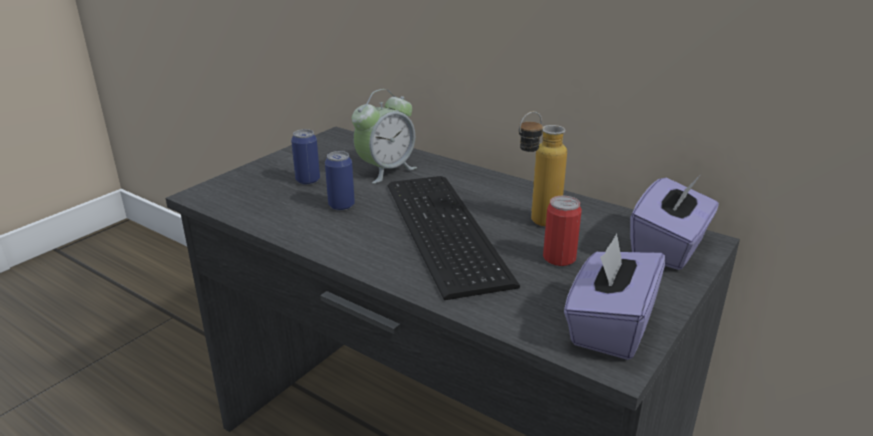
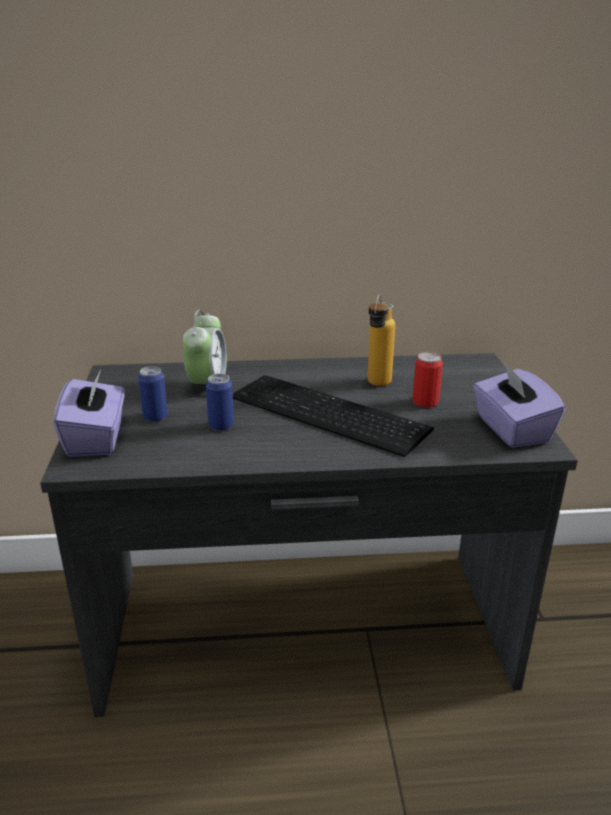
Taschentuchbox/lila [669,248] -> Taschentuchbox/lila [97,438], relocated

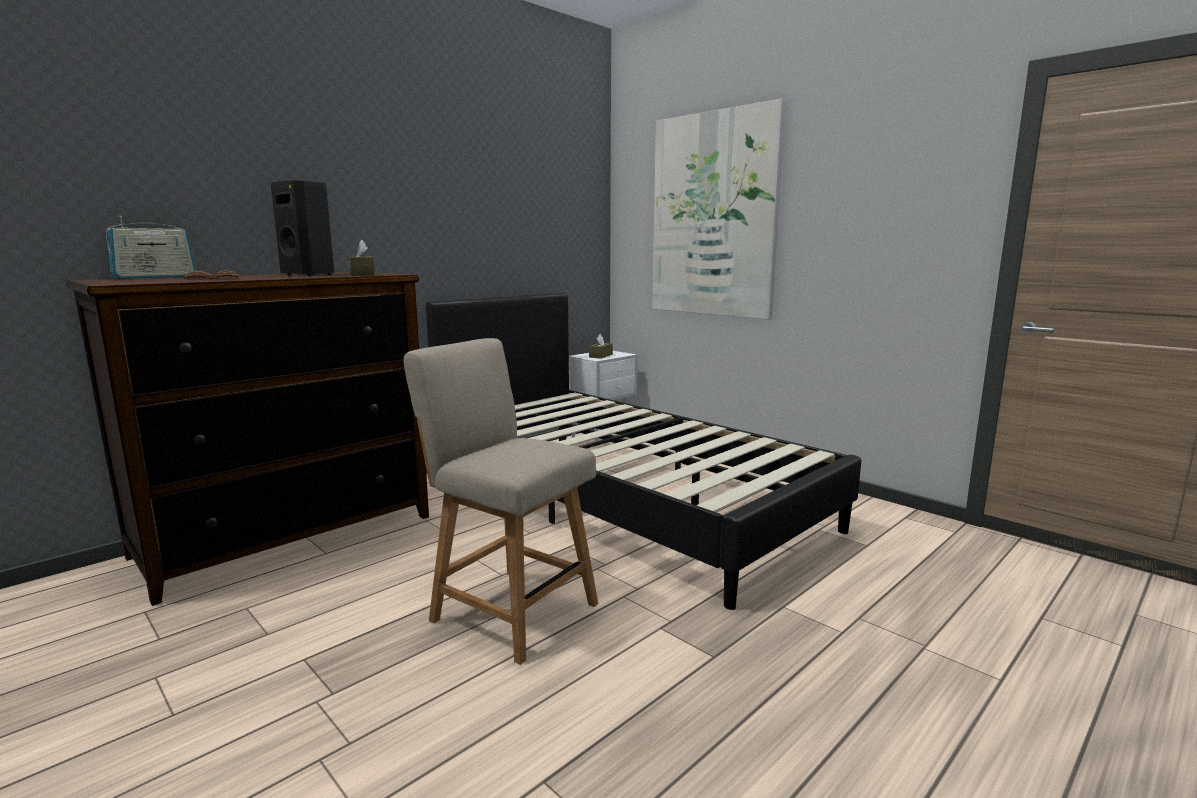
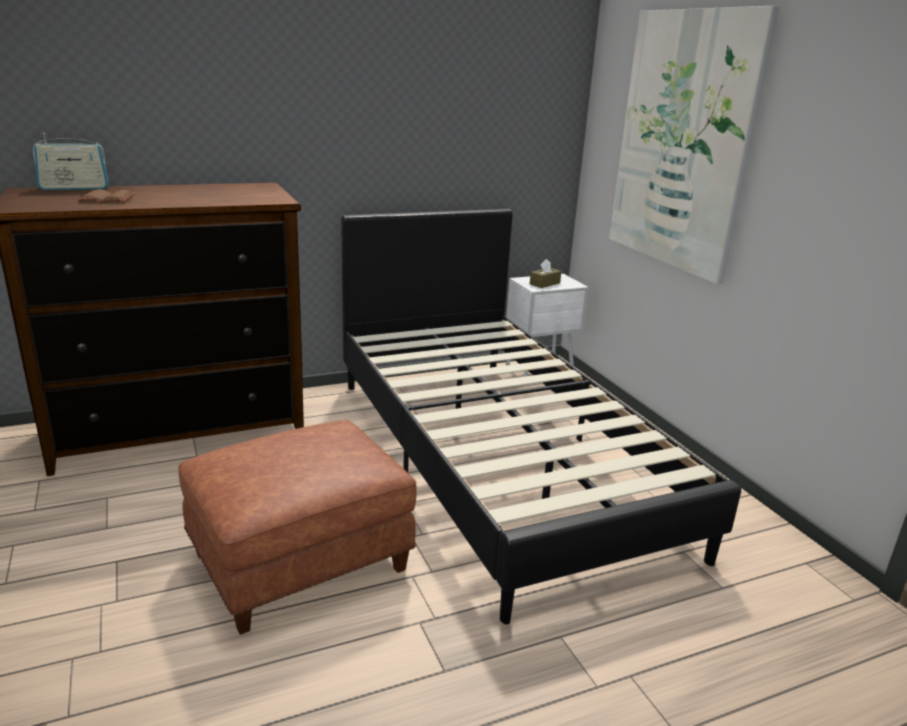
Lautsprecher/schwarz [310,275] -> none
Taschentuchbox/braun [362,274] -> none
Stuhl/beige [509,609] -> Polsterhocker/braun [301,560]

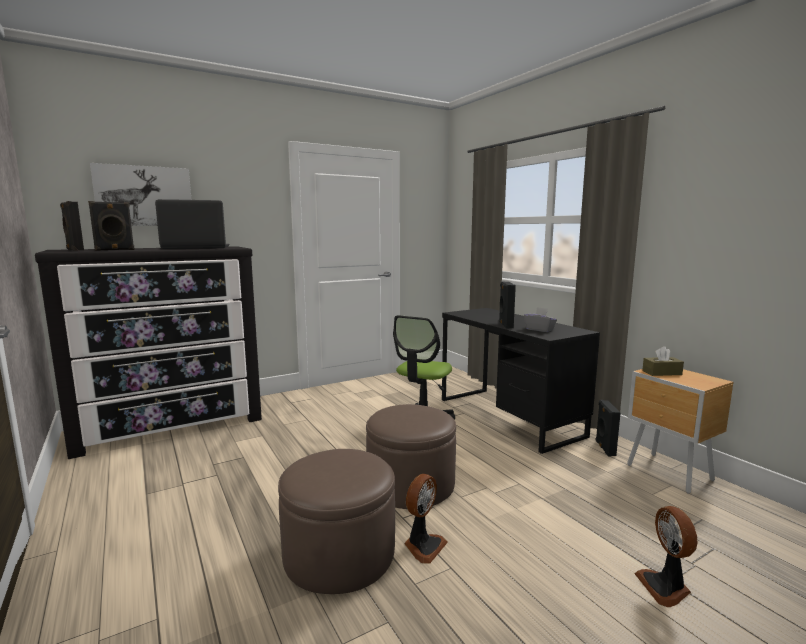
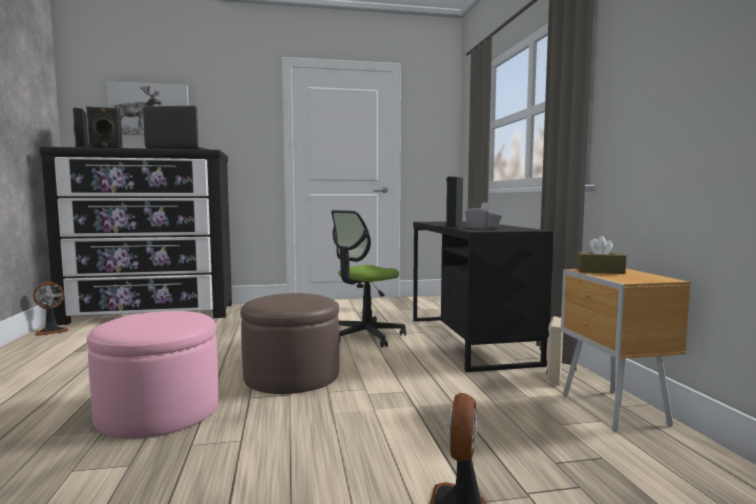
Lautsprecher/schwarz [604,448] -> Lautsprecher/beige [553,377]
Polsterhocker/braun [339,553] -> Polsterhocker/rosa [159,411]
Ventilator [423,546] -> Ventilator [51,331], relocated

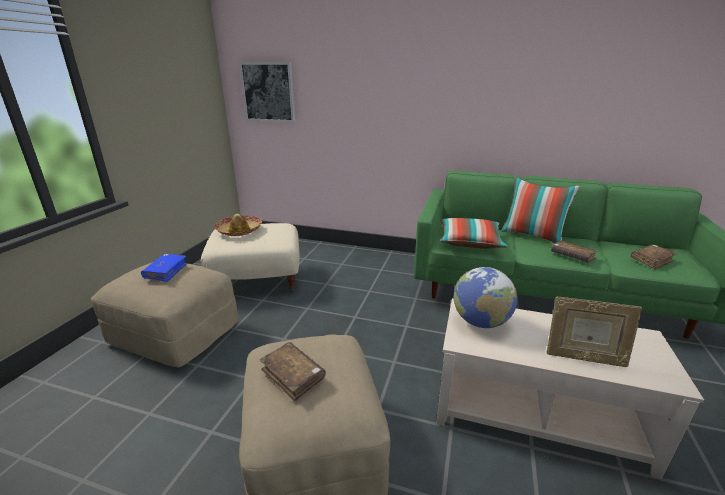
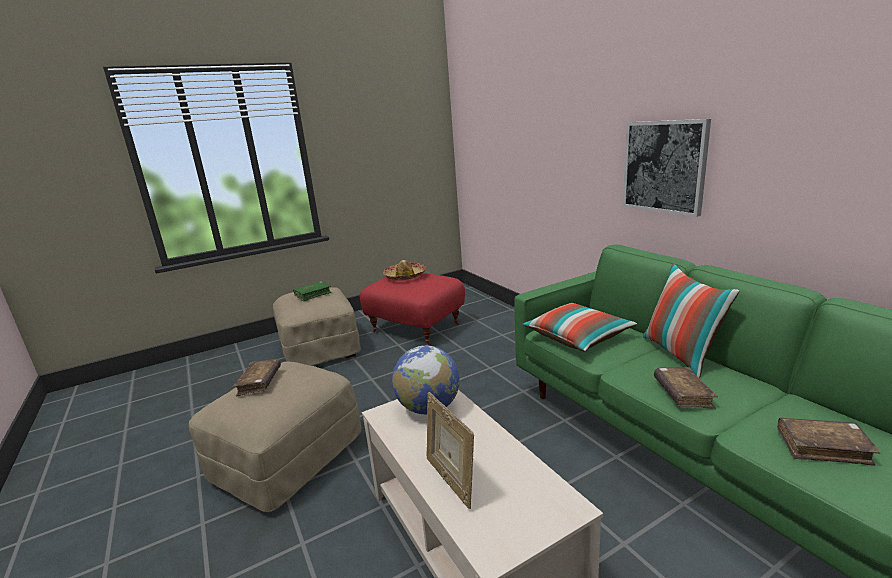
Bild [268,92] -> Bild [664,166], relocated
Polsterhocker/beige [258,280] -> Polsterhocker/rot [417,327]
Buch/blau [166,272] -> Buch/grün [313,295]

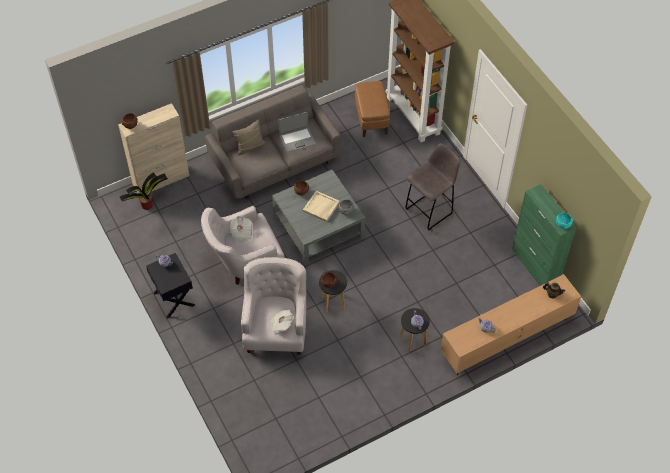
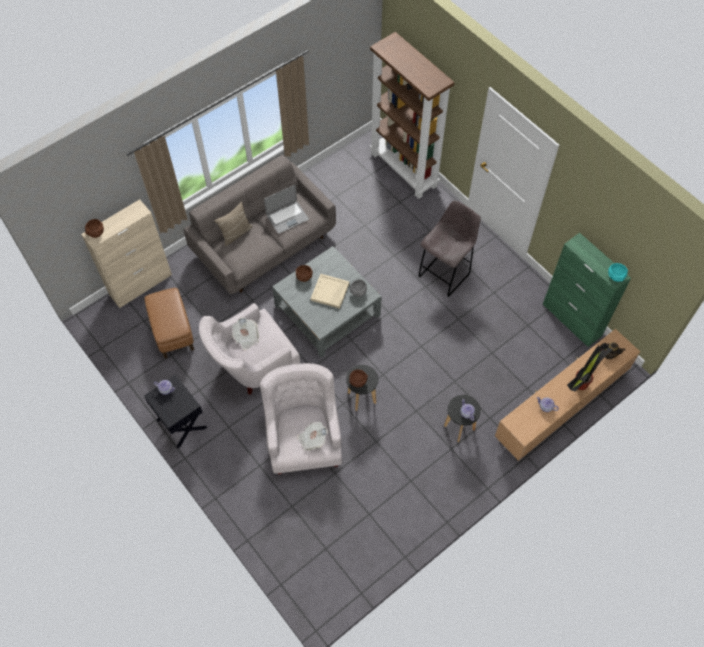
Polsterhocker/braun [371,119] -> Polsterhocker/braun [173,333], relocated
Topfpflanze [147,205] -> Topfpflanze [581,383], relocated

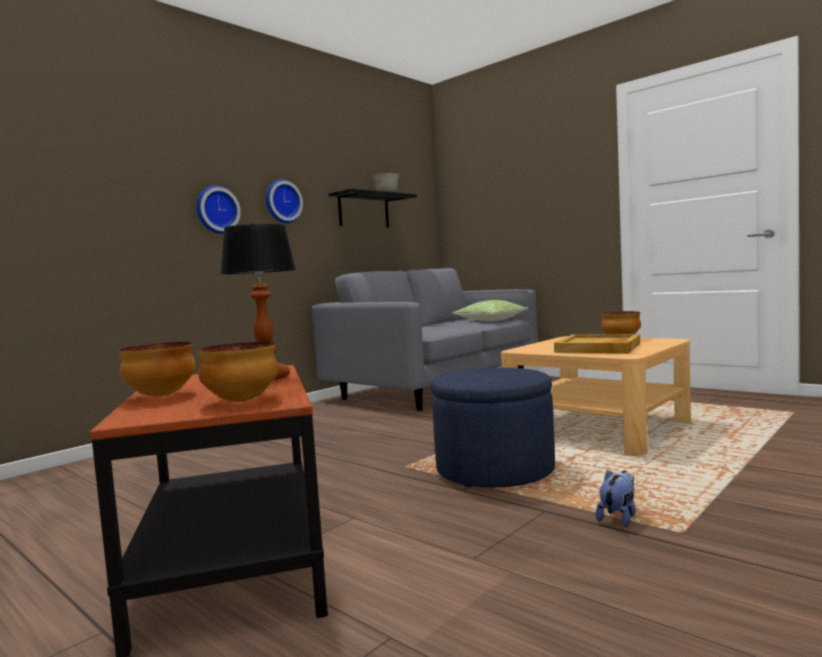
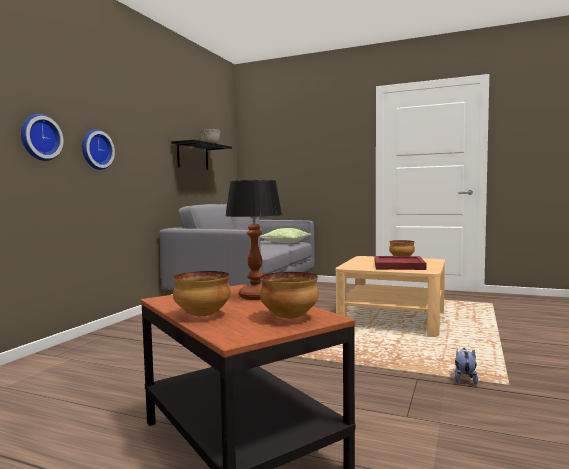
Wanduhr [282,201] -> Wanduhr [39,137], relocated
Tablett/beige [598,348] -> Tablett/rot [399,265]
Polsterhocker/blau [495,470] -> none

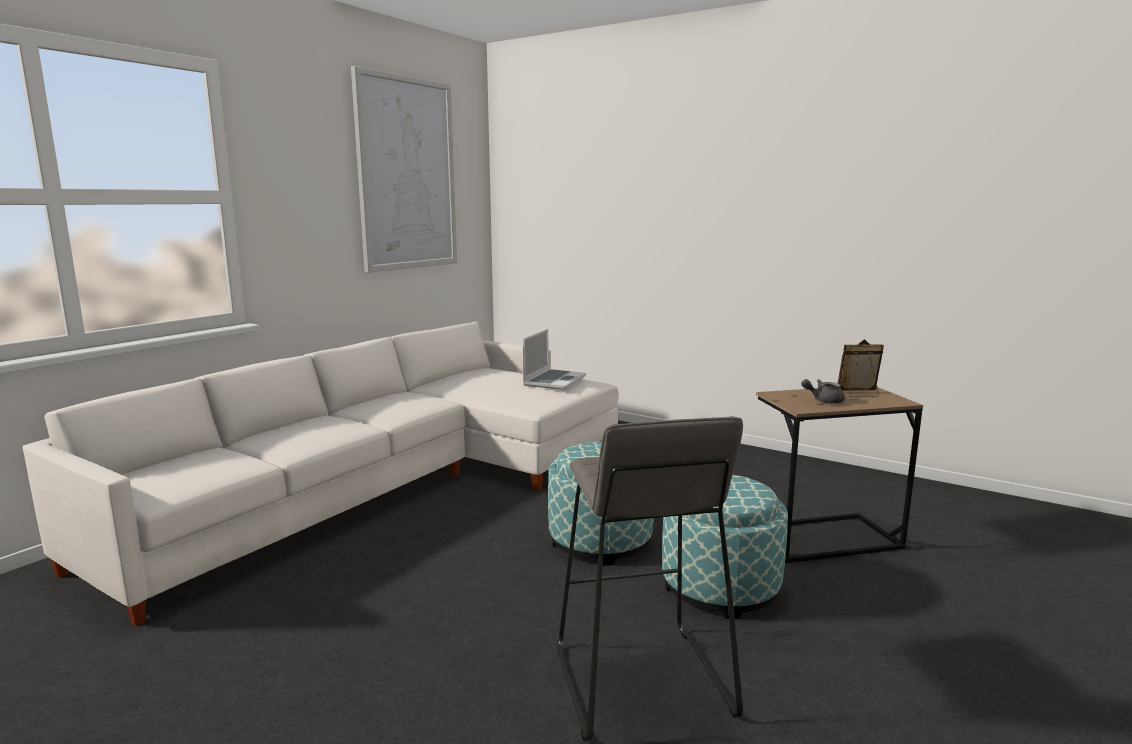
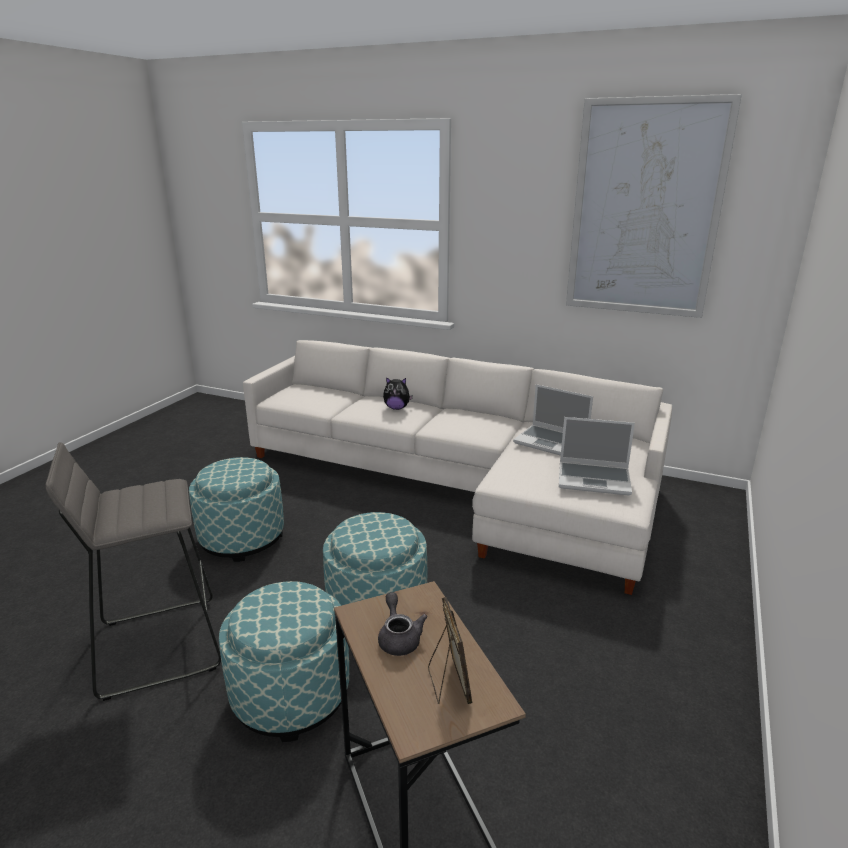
none -> Plüschtier [397,408]
none -> Laptop [552,442]
none -> Polsterhocker [242,538]

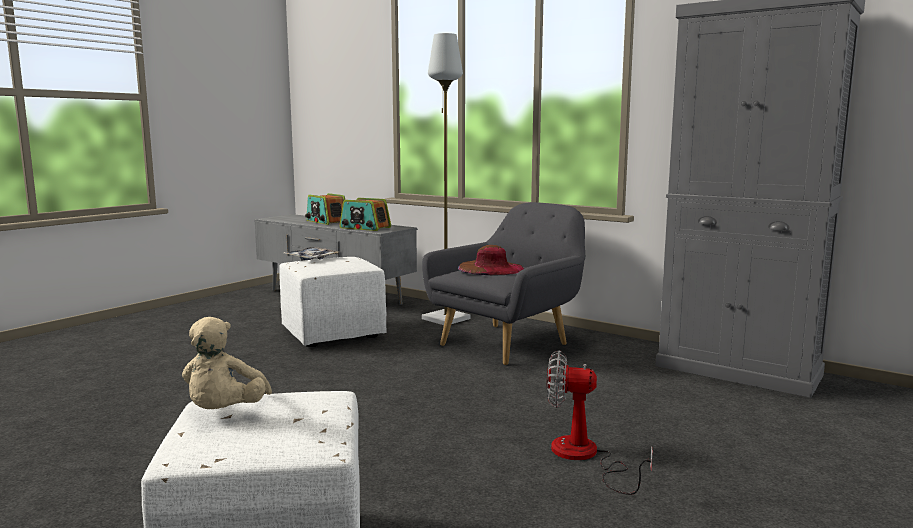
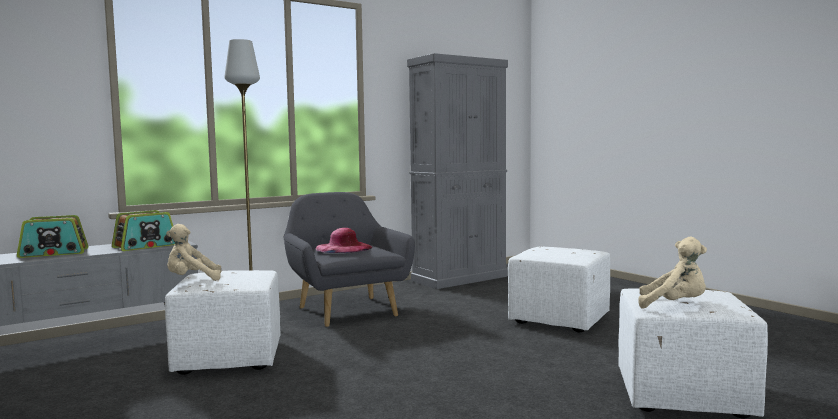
Hut/braun [491,268] -> Hut/rosa [344,248]
Tablett [311,258] -> Plüschtier/beige [192,280]
Ventilator [584,457] -> Polsterhocker/weiß [561,320]

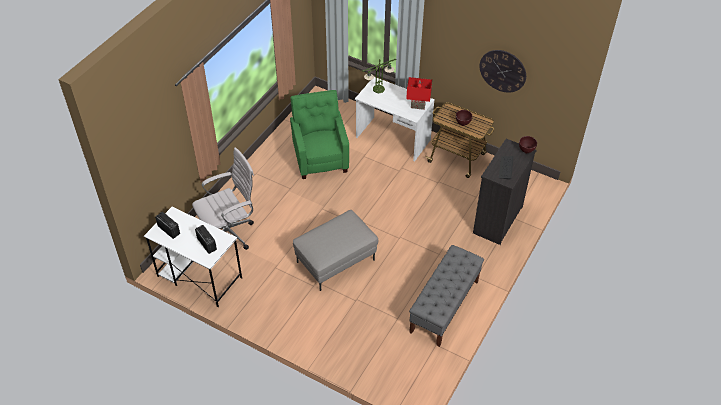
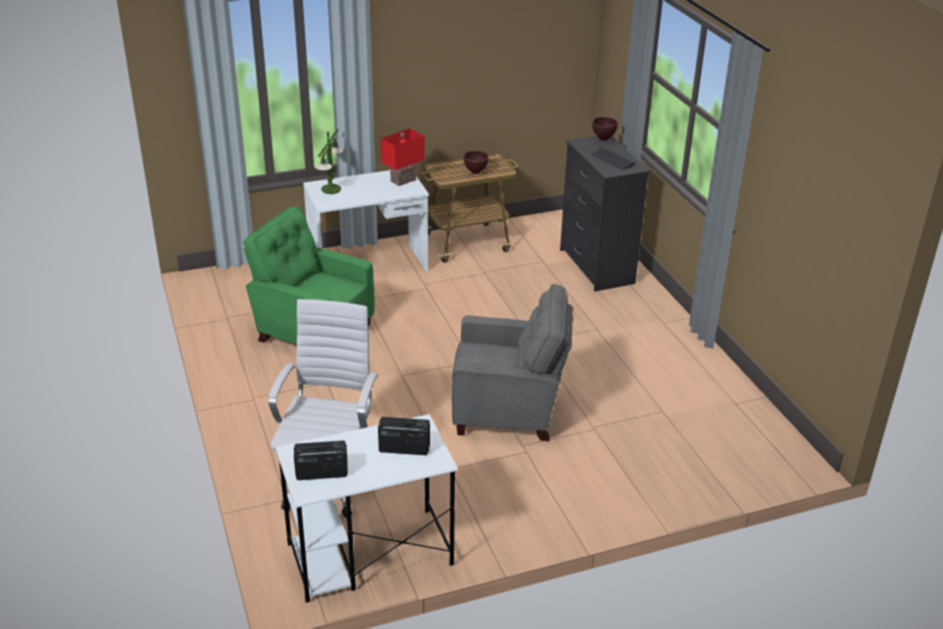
Wanduhr [503,71] -> none
Polsterhocker/grau [336,262] -> Sessel/grau [508,411]
Bank/grau [444,307] -> none

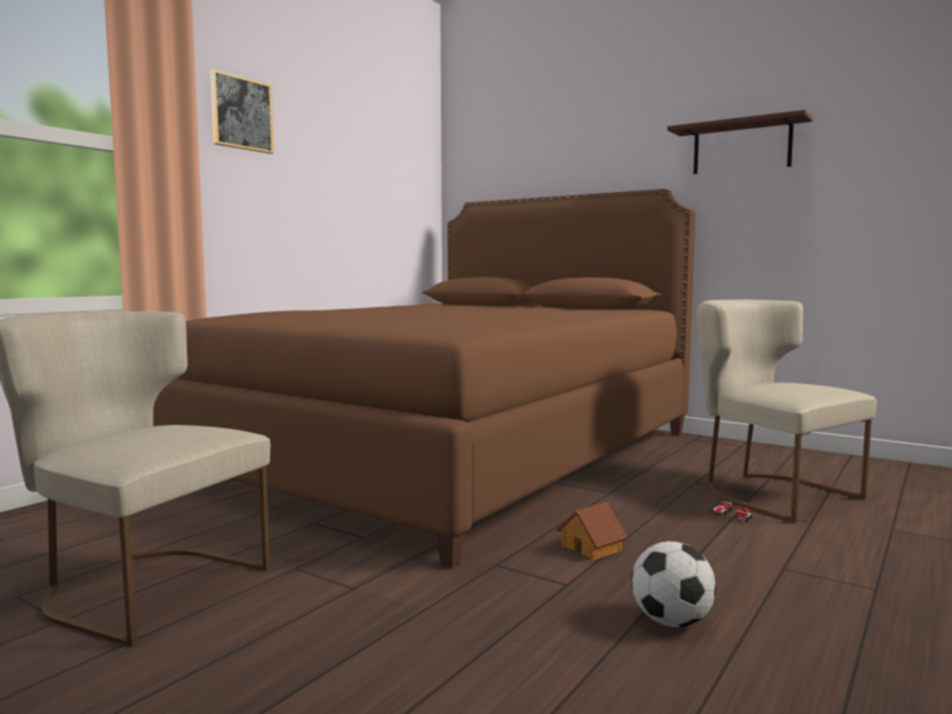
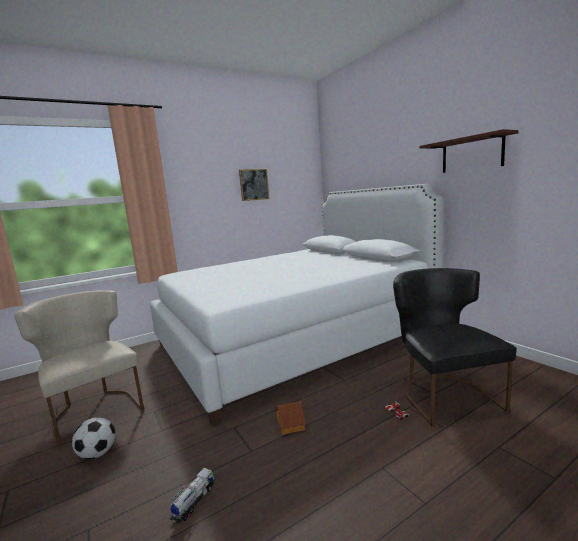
Bild [241,113] -> Bild [254,184], relocated
Bett/braun [455,455] -> Bett/weiß [294,339]
Stuhl/beige [769,492] -> Stuhl/schwarz [443,394]
Fußball [672,622] -> Fußball [97,454], relocated
none -> Spielzeuglaster [193,502]

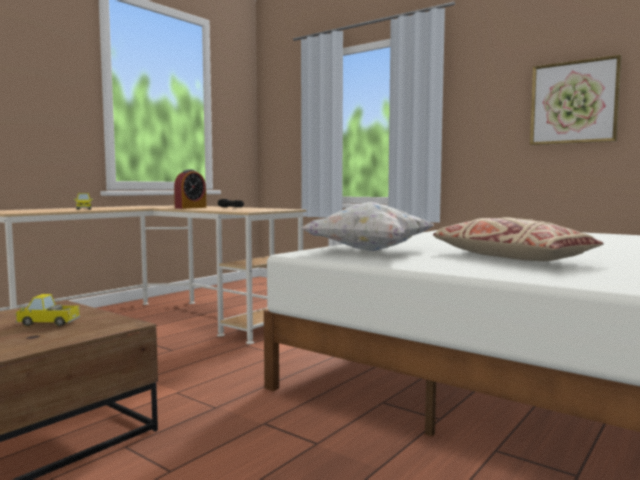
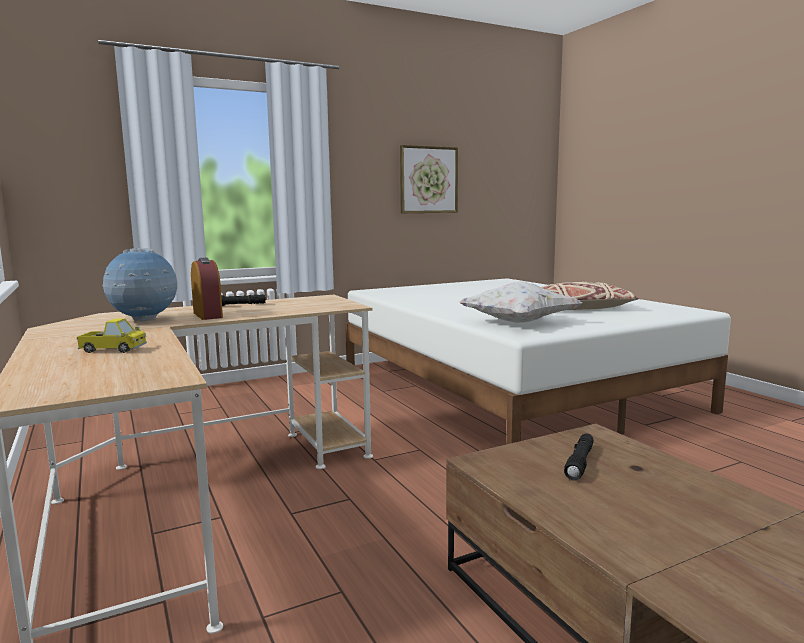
Spielzeuglaster [49,323] -> Taschenlampe/schwarz [580,462]
none -> Globus [144,321]

